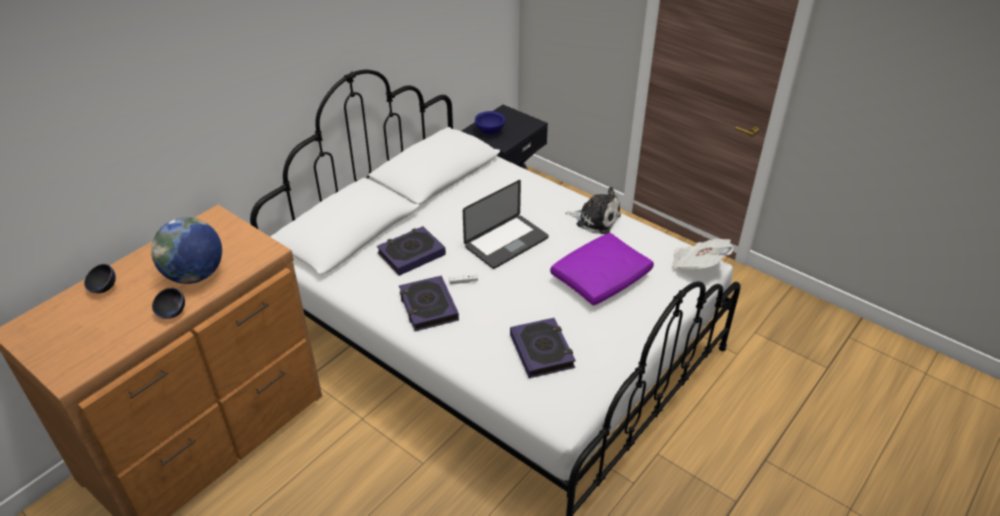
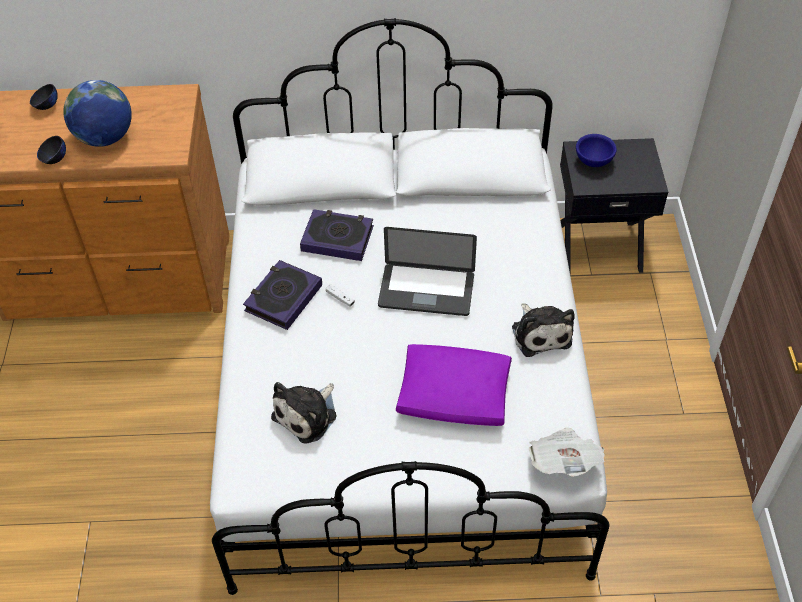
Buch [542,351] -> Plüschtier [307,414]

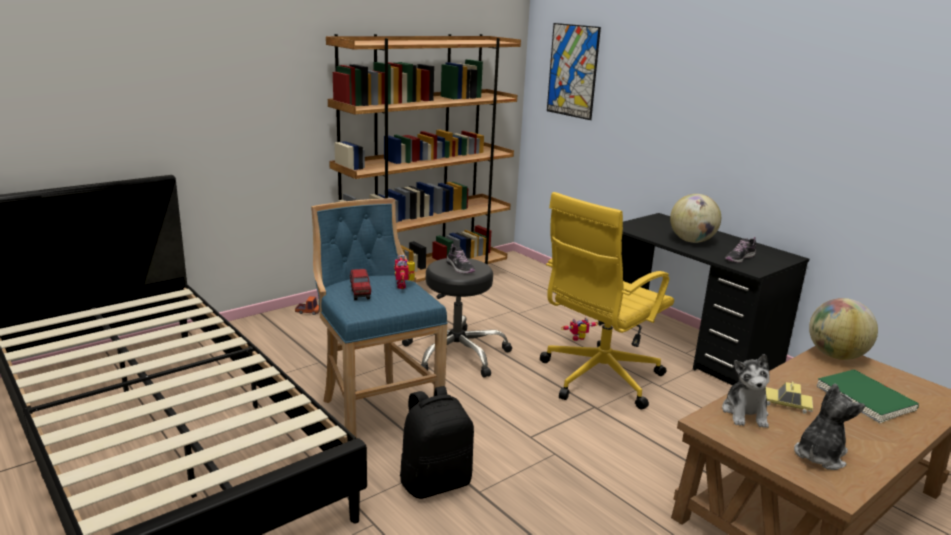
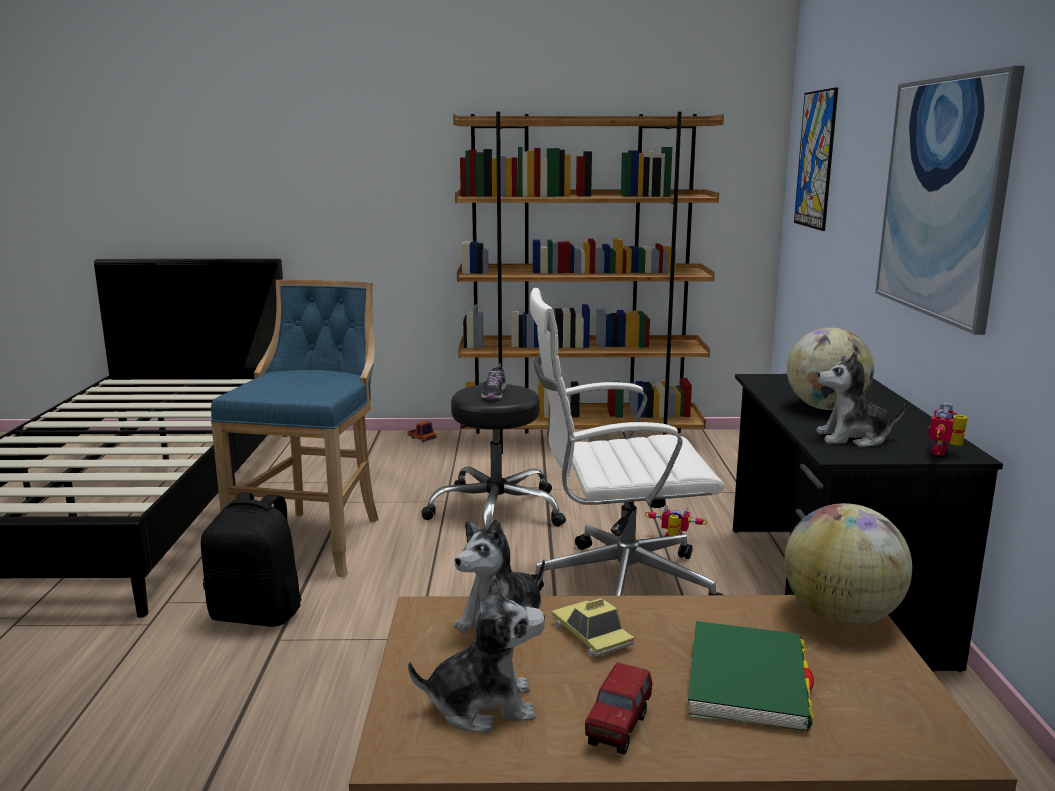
Bürostuhl/gelb [597,378] -> Bürostuhl/weiß [618,586]
Schuh [739,258] -> Plüschtier [853,438]
Spielzeugroboter [404,285] -> Spielzeugroboter [944,452], relocated
Spielzeuglaster [360,294] -> Spielzeuglaster [619,729], relocated
none -> Bild [942,198]

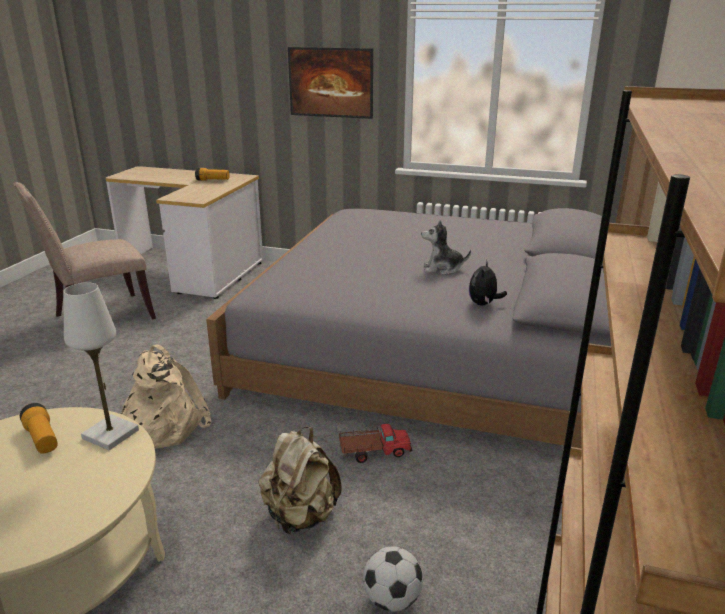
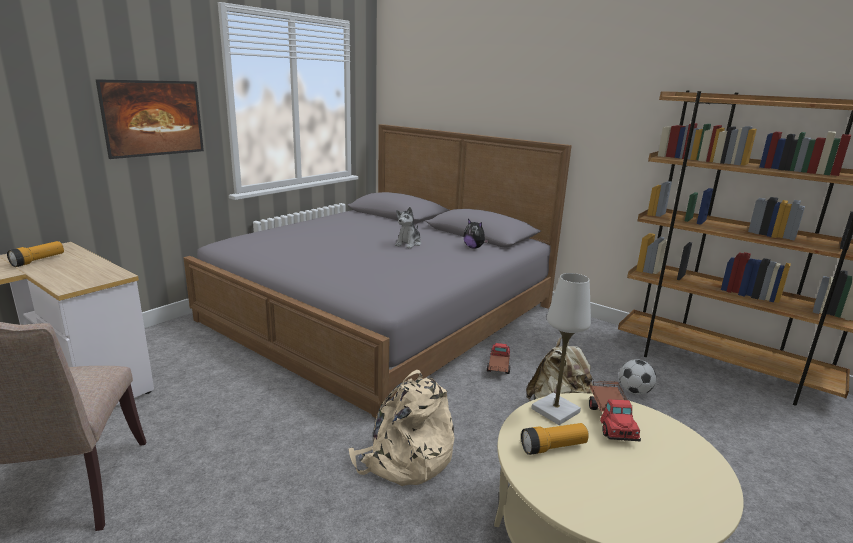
none -> Spielzeuglaster [611,419]

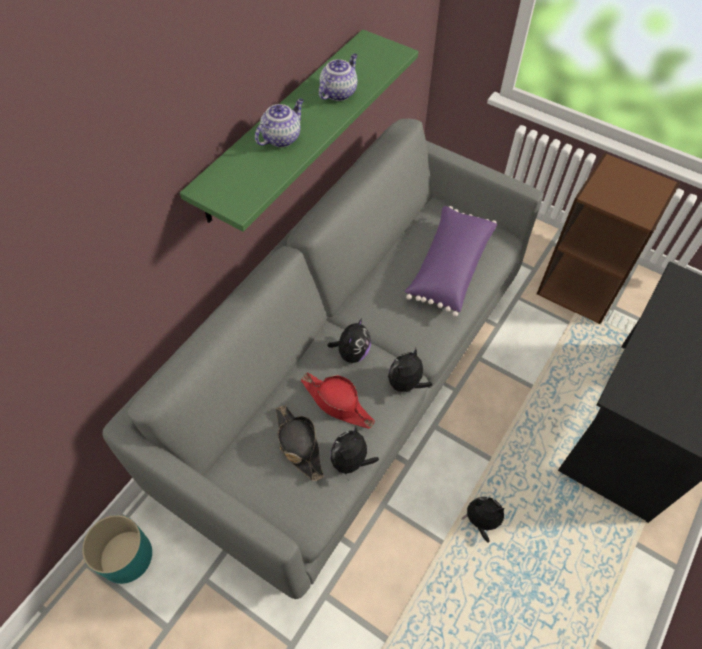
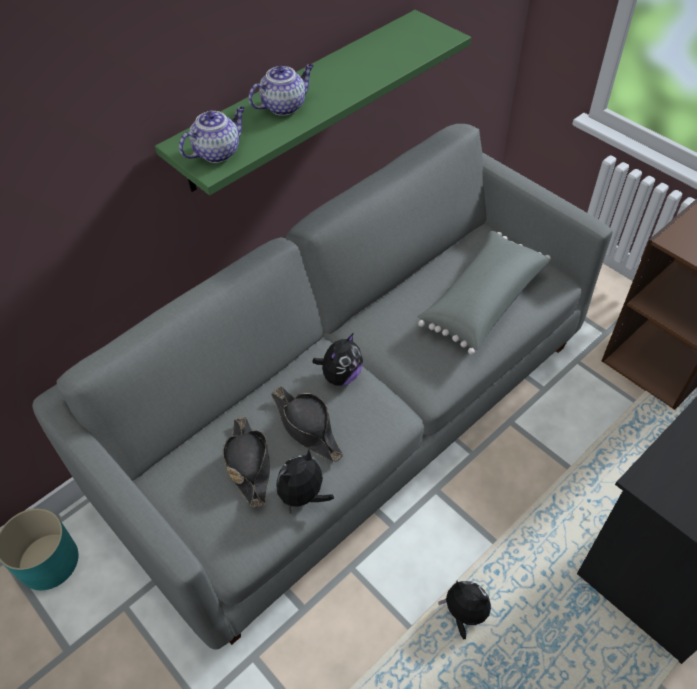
Teekanne [338,92] -> Teekanne [218,152], relocated
Kissen/lila [449,267] -> Kissen/grau [482,301]
Plüschtier [406,384] -> none
Hut/rot [337,403] -> Hut/schwarz [307,427]

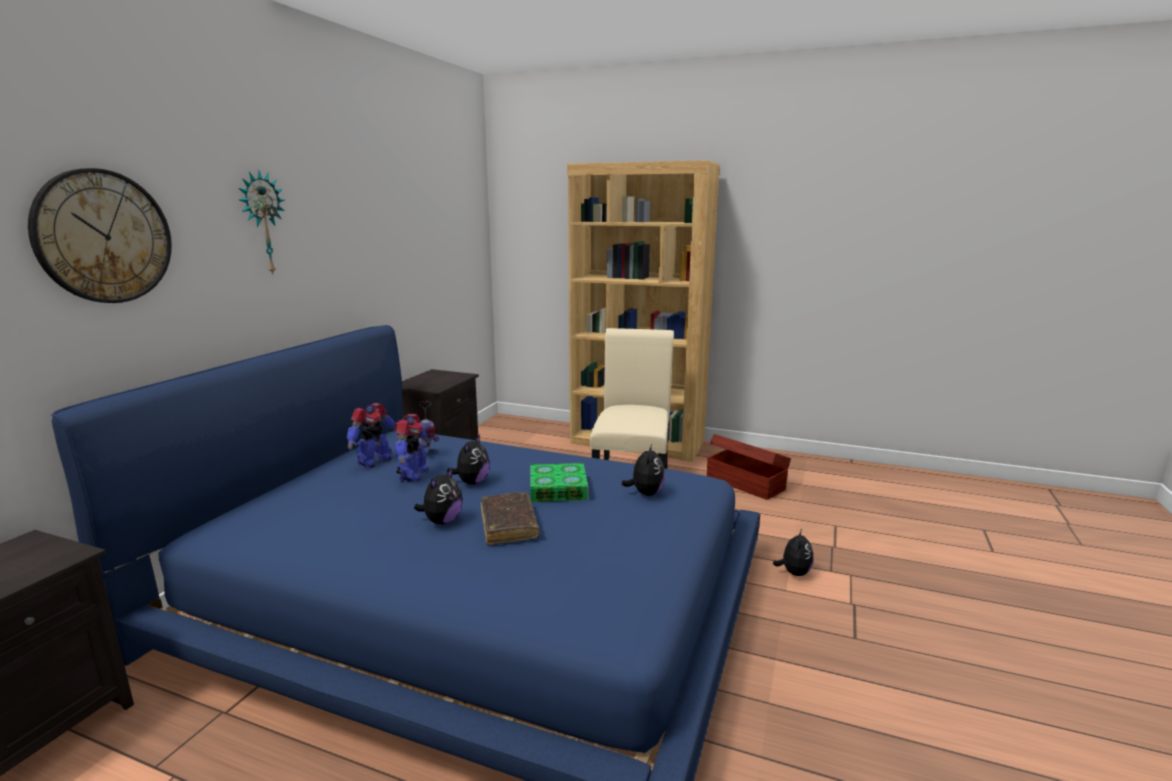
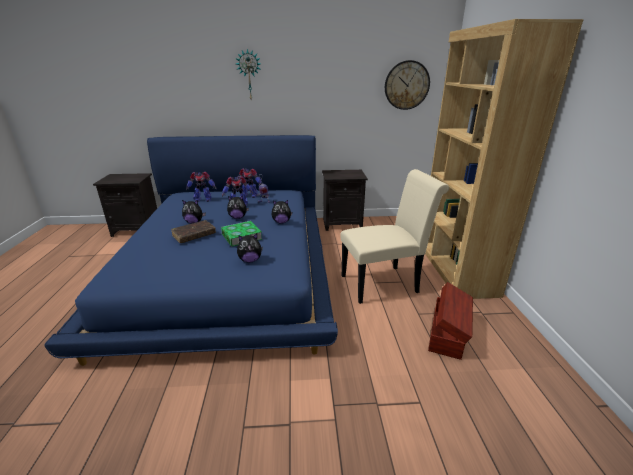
Wanduhr [103,237] -> Wanduhr [406,85], relocated
Plüschtier [794,573] -> Plüschtier [281,222], relocated
none -> Spielzeugroboter [203,200]

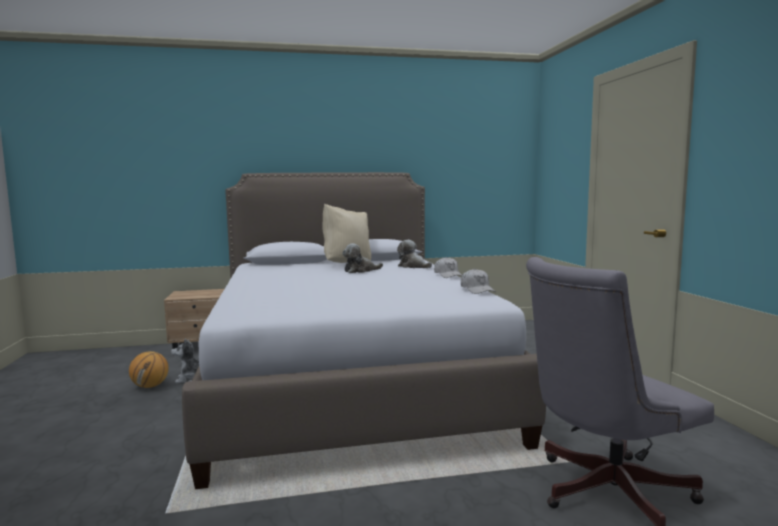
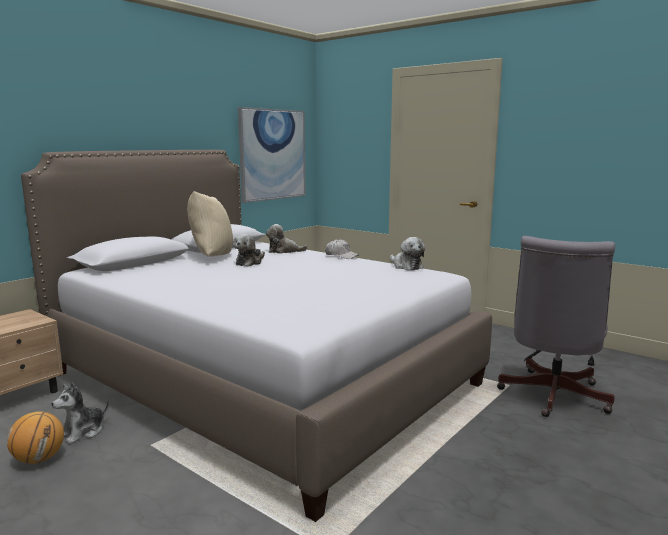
Kappe/weiß [477,290] -> Plüschtier [406,266]
none -> Bild [272,155]

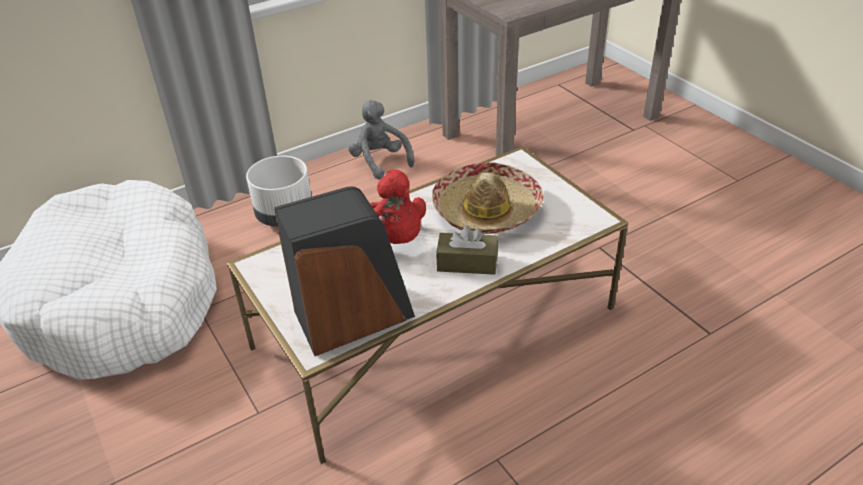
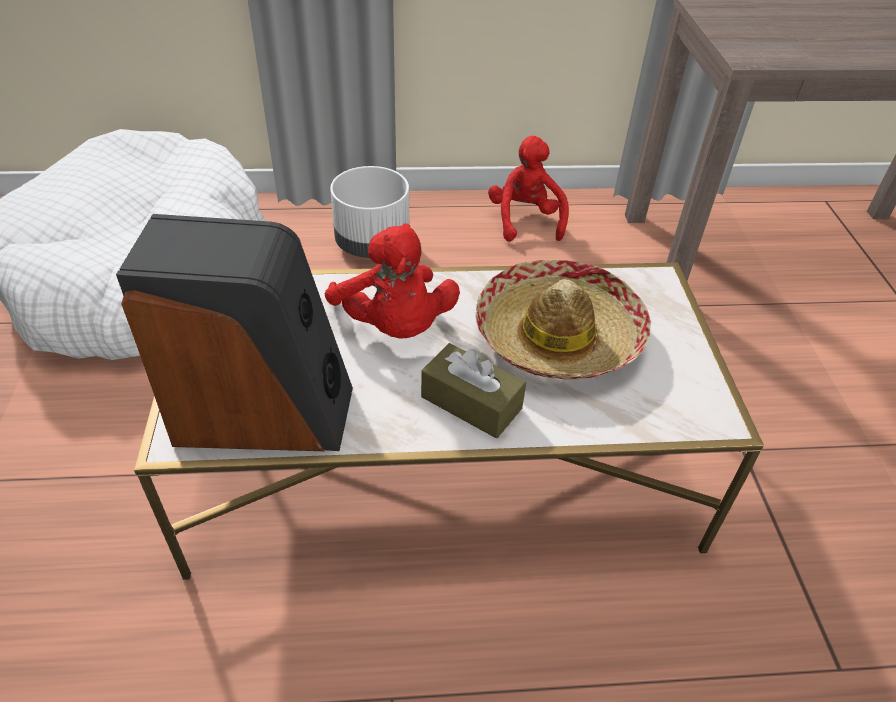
Plüschtier/grau [380,161] -> Plüschtier/rot [525,220]

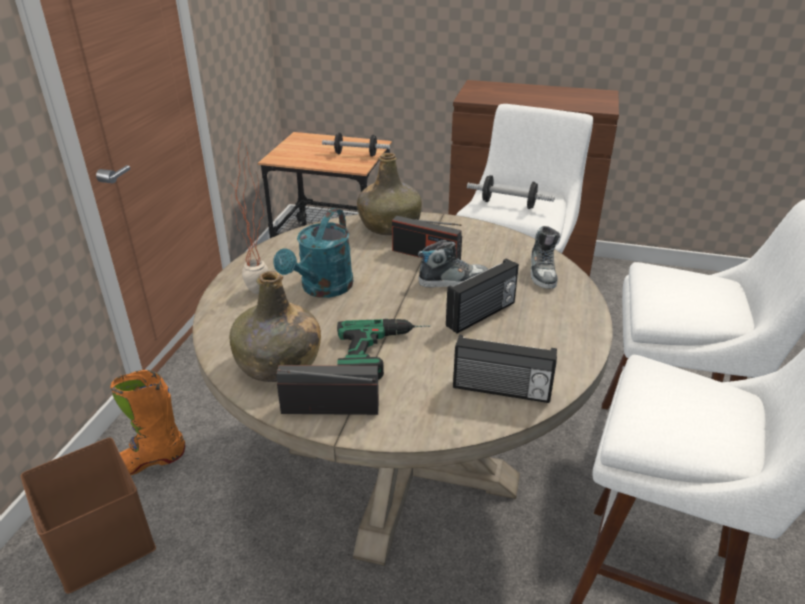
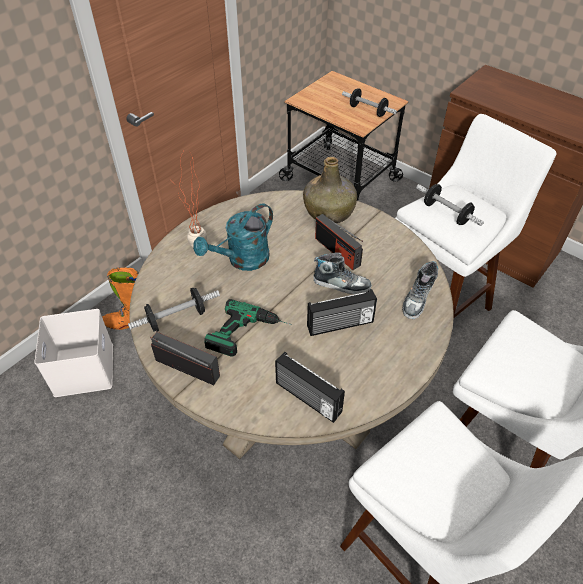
Flasche/grün [279,363] -> Hantel [177,318]
Aufbewahrungsbox/braun [103,541] -> Aufbewahrungsbox/weiß [85,370]

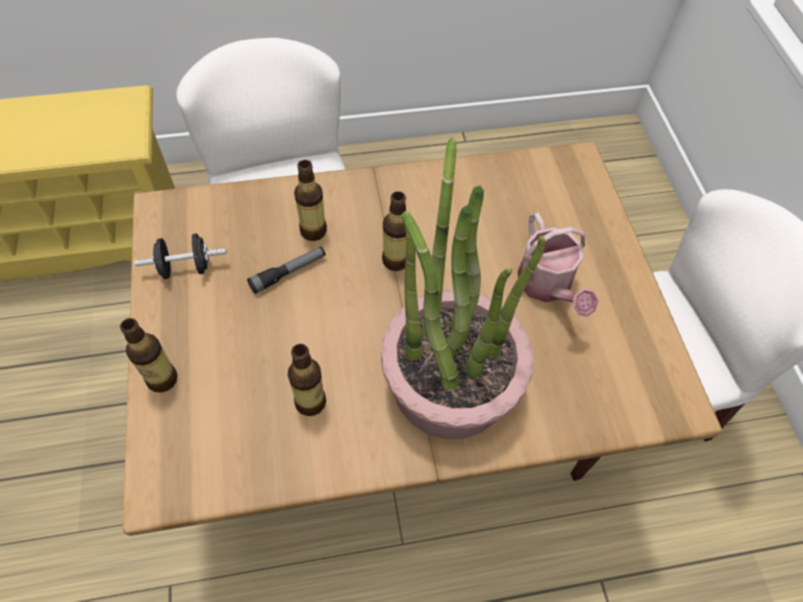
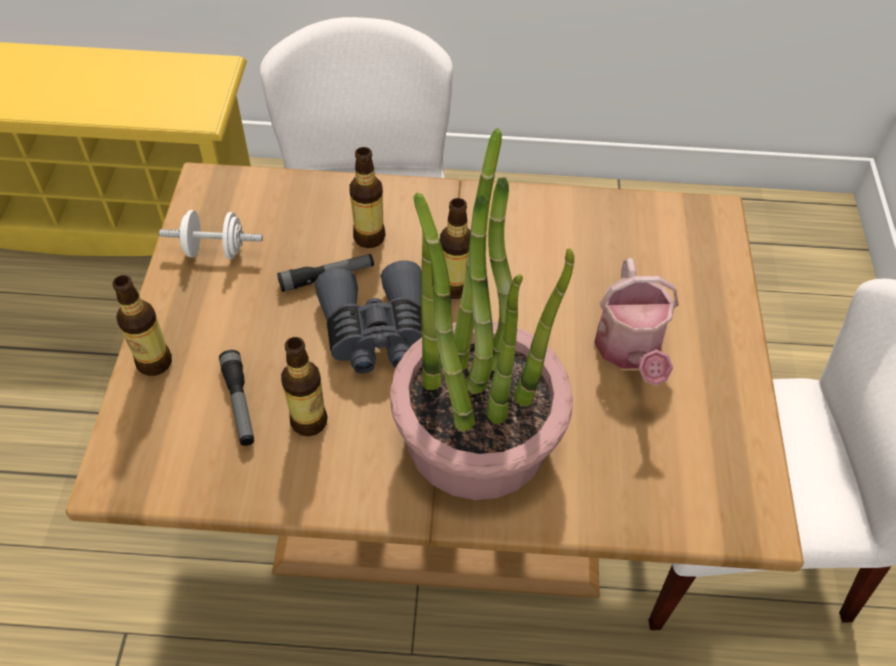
Hantel/schwarz [185,267] -> Hantel/weiß [215,250]
none -> Fernglas/grau [376,331]
none -> Taschenlampe [239,403]

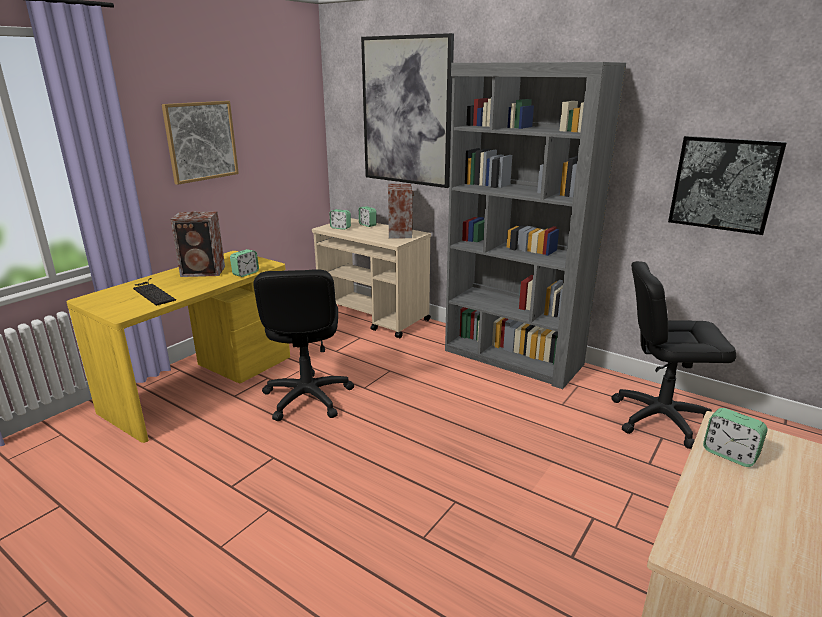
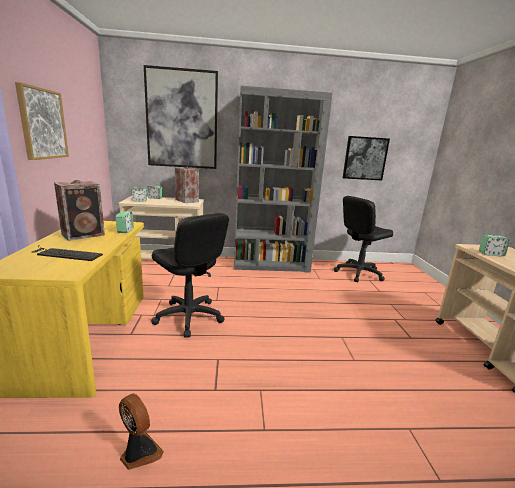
none -> Ventilator [139,453]

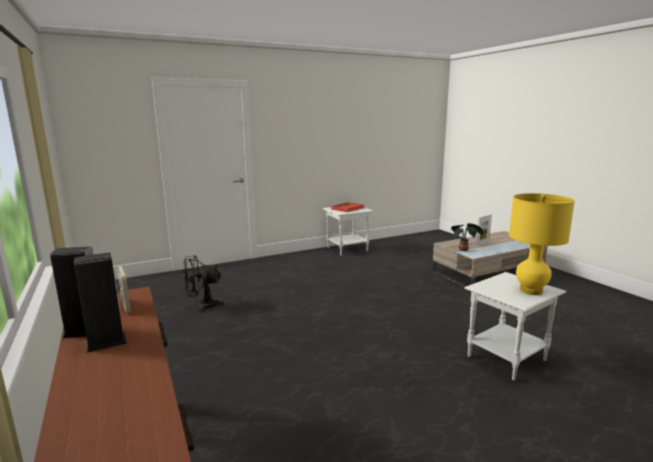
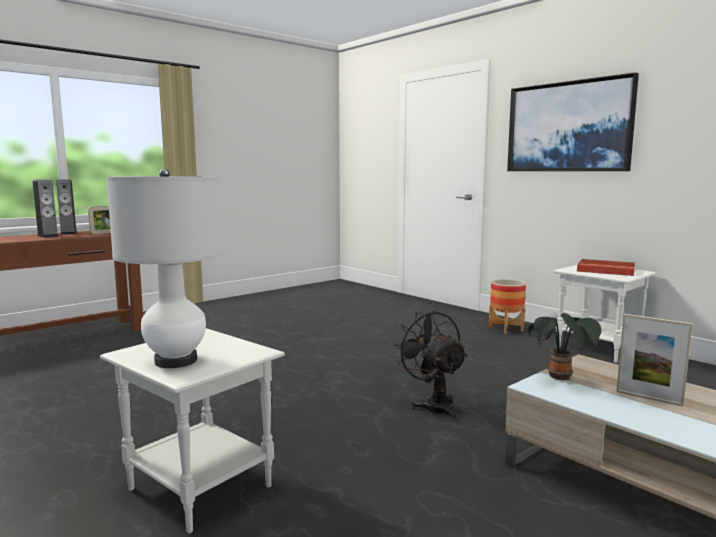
Tischlampe/gelb [531,291] -> Tischlampe/weiß [176,361]
Ventilator/schwarz [203,306] -> Ventilator/schwarz [433,405], relocated
none -> Bild [568,127]
none -> Pflanzkübel [506,329]

